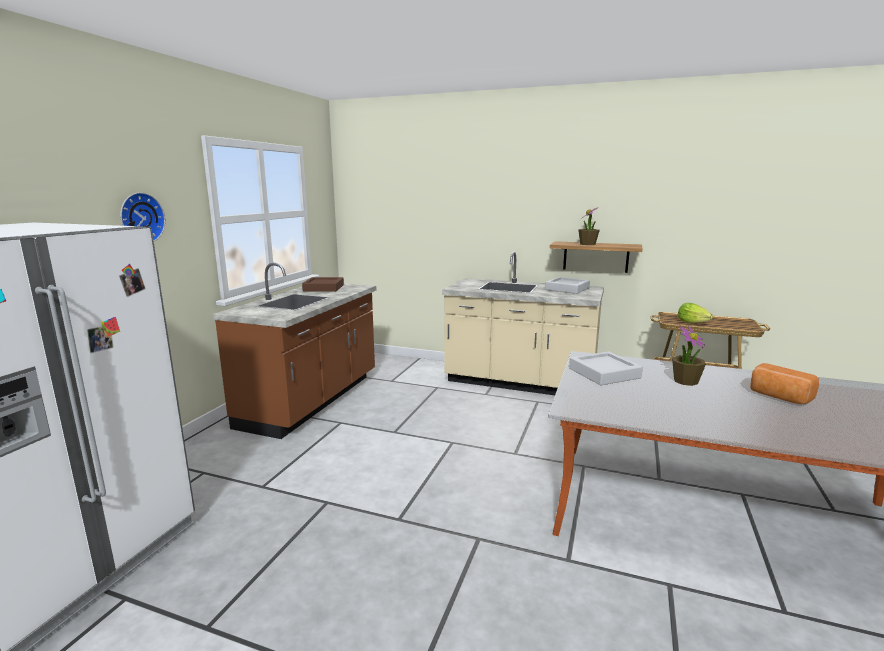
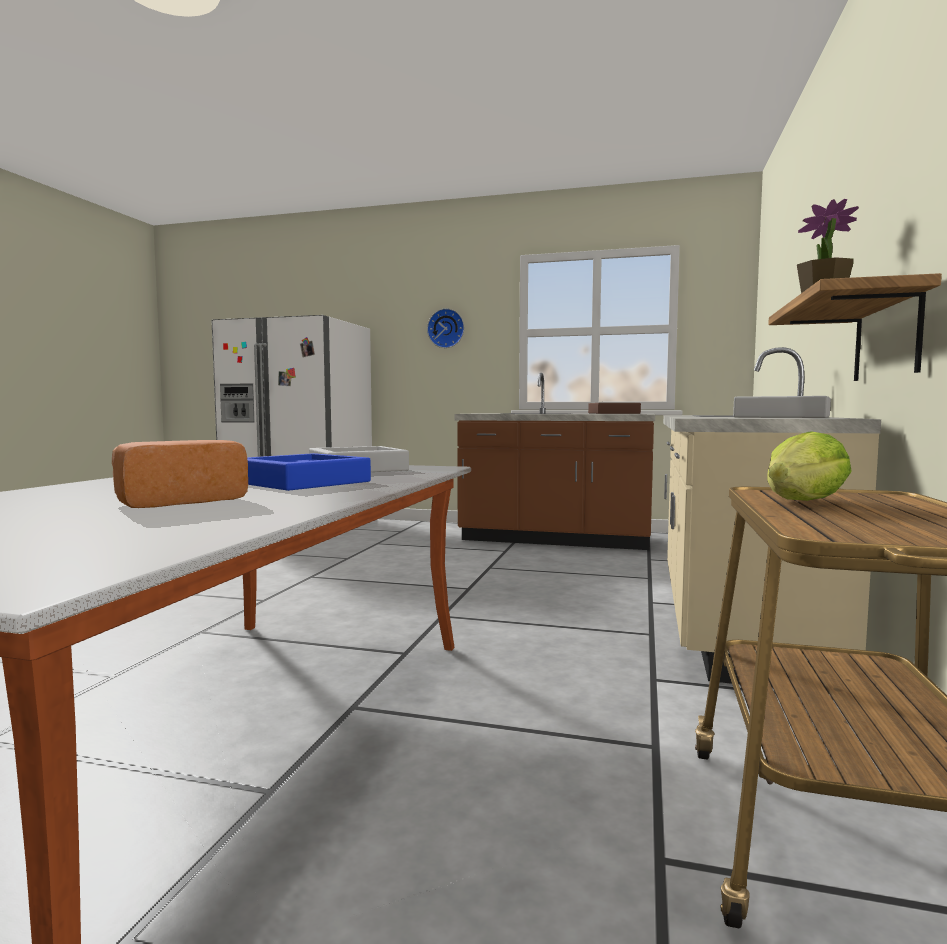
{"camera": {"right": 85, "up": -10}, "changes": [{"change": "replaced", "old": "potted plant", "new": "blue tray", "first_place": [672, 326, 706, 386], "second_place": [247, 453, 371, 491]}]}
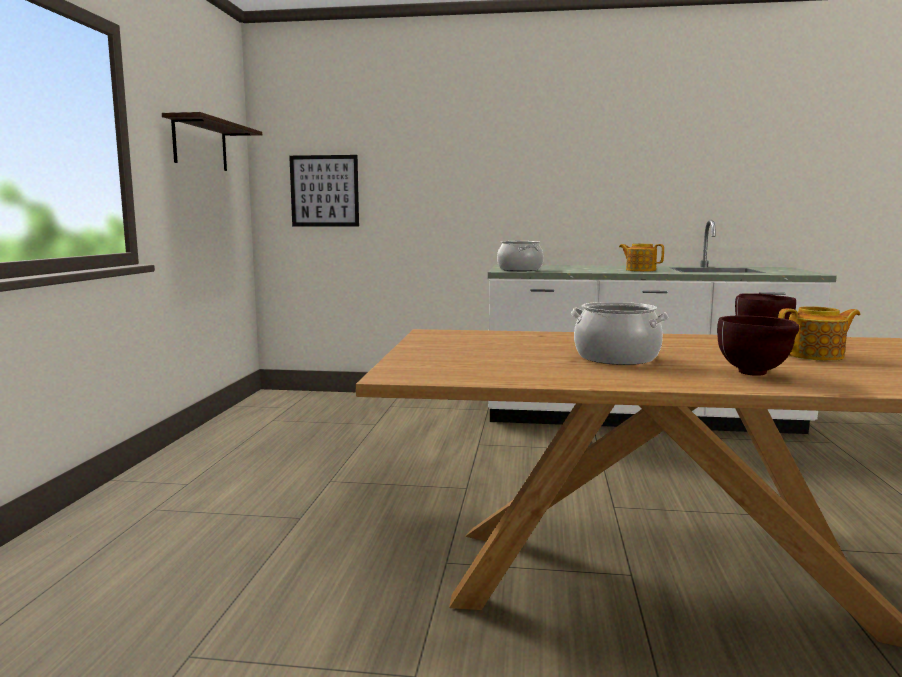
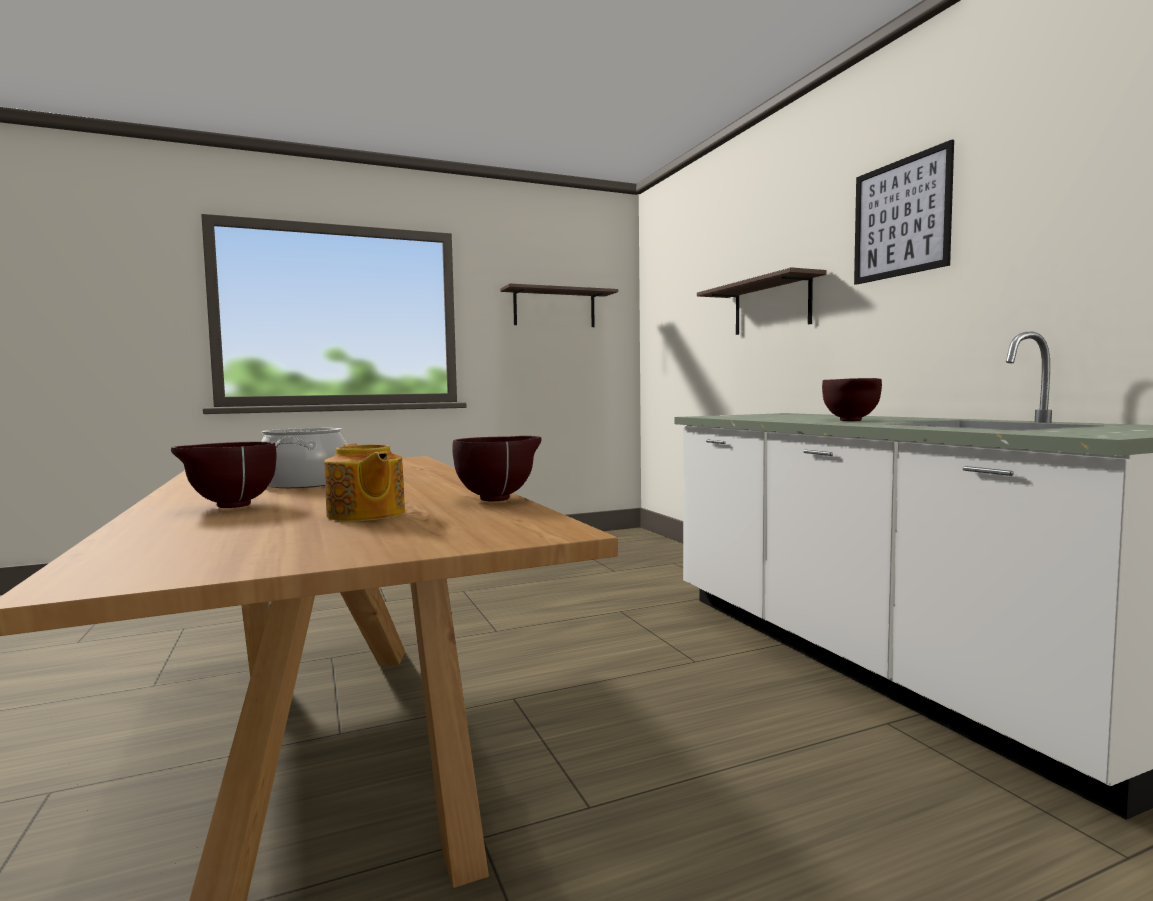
{"camera": {"right": 60, "up": -5}, "changes": [{"change": "moved", "old": "picture", "first_place": [289, 155, 359, 226], "second_place": [854, 140, 954, 285]}, {"change": "removed", "old": "cooking pot", "first_place": [497, 241, 544, 271]}, {"change": "replaced", "old": "teapot", "new": "brown bowl", "first_place": [619, 244, 664, 272], "second_place": [822, 378, 882, 421]}, {"change": "added", "new": "shelf", "second_place": [697, 267, 826, 335]}]}
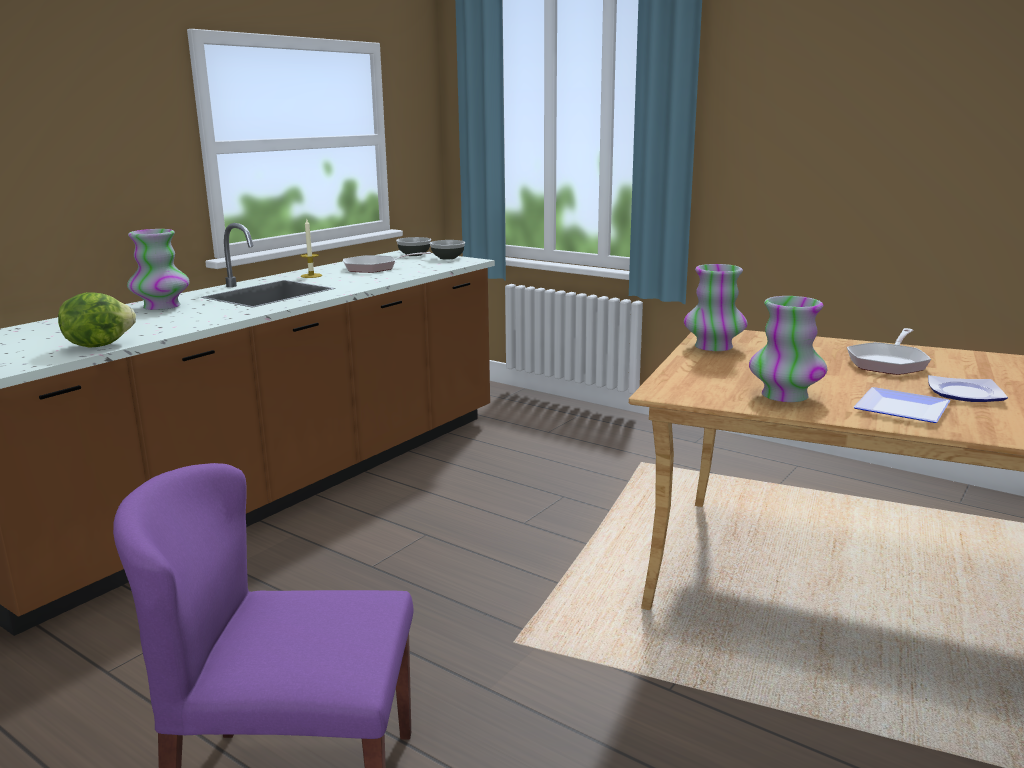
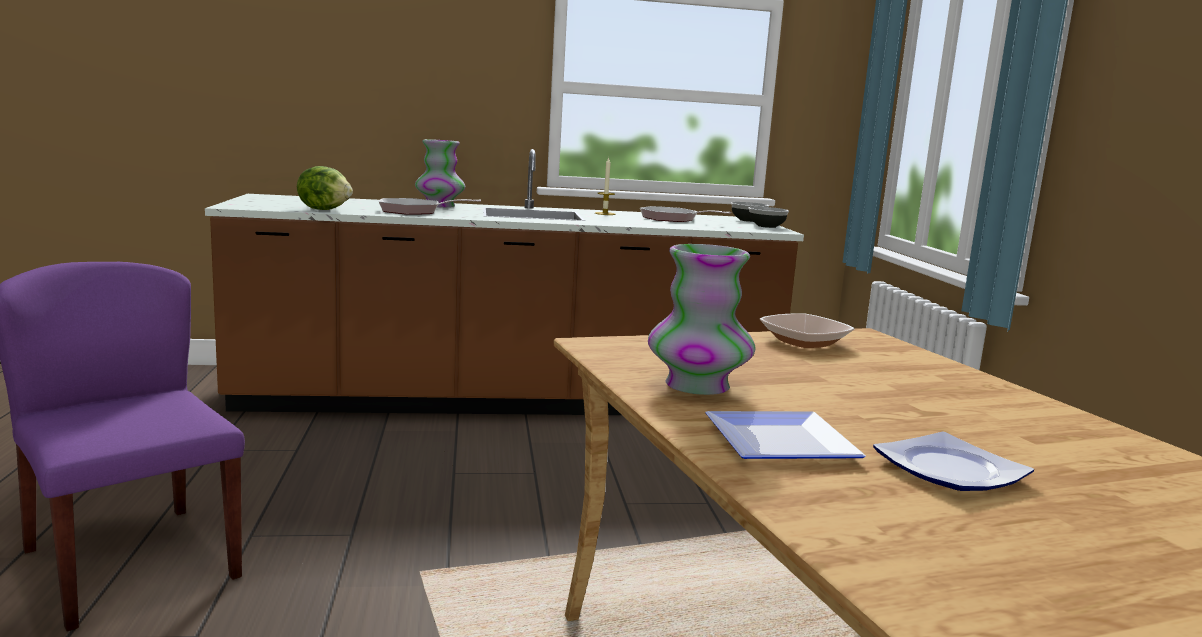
{"camera": {"right": 45, "up": -5}, "changes": [{"change": "replaced", "old": "vase", "new": "bowl", "first_place": [684, 264, 747, 351], "second_place": [760, 313, 855, 348]}, {"change": "moved", "old": "frying pan", "first_place": [847, 328, 931, 375], "second_place": [379, 198, 481, 215]}]}
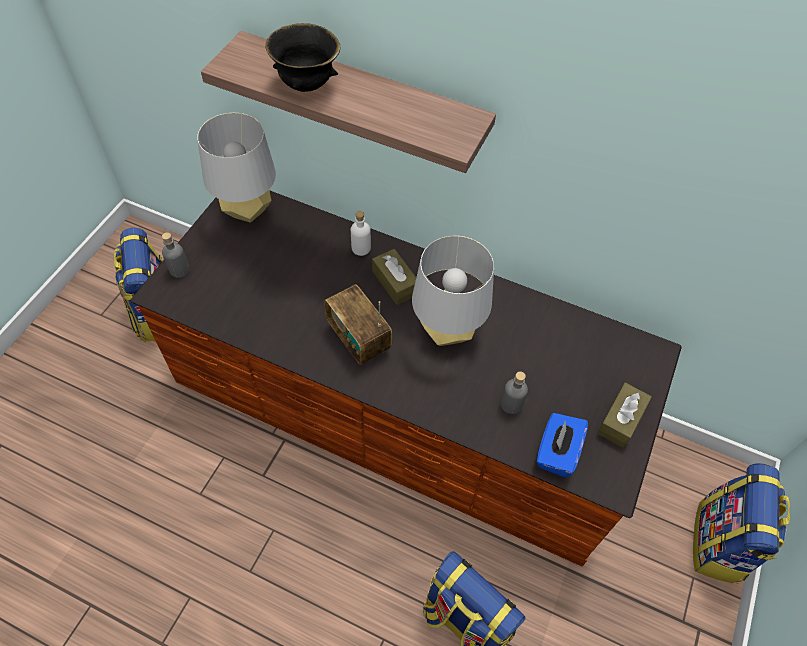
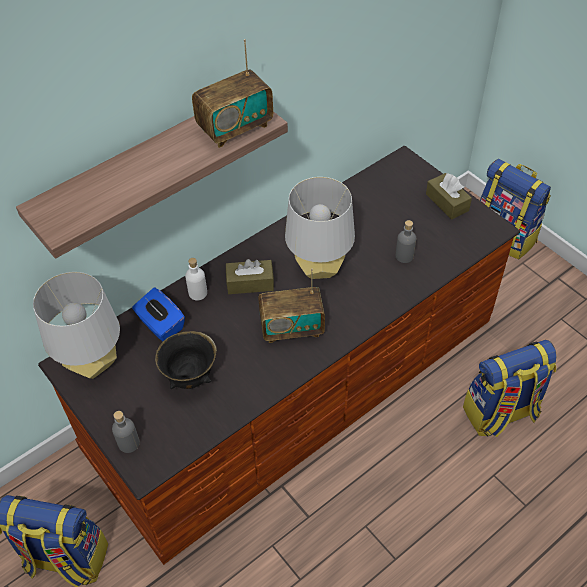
{"camera": {"right": -60, "up": -5}, "changes": [{"change": "moved", "old": "black bowl", "first_place": [265, 23, 341, 92], "second_place": [155, 331, 217, 389]}, {"change": "moved", "old": "blue tissue box", "first_place": [537, 413, 588, 477], "second_place": [132, 288, 185, 342]}, {"change": "added", "new": "radio", "second_place": [192, 39, 273, 148]}]}
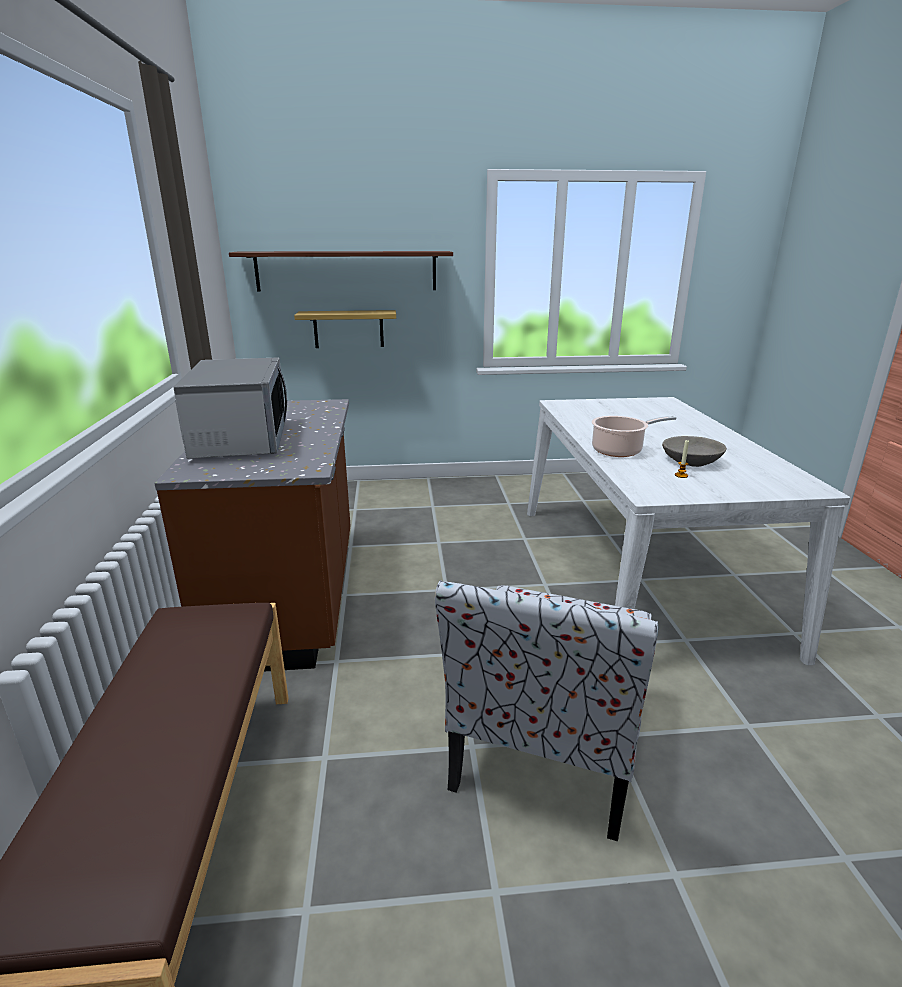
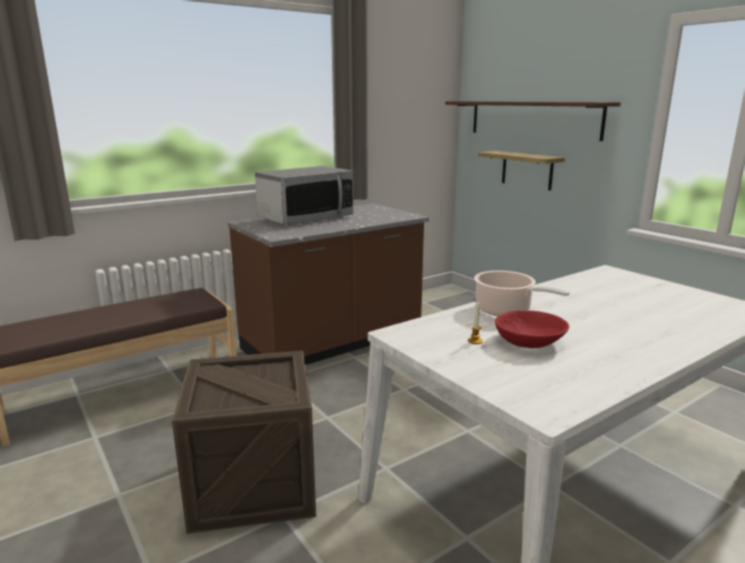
{"camera": {"right": 60, "up": -5}, "changes": [{"change": "recoloured", "old": "grey bowl", "new": "red bowl", "first_place": [662, 436, 727, 467], "second_place": [494, 310, 569, 348]}, {"change": "replaced", "old": "chair", "new": "crate", "first_place": [435, 580, 658, 841], "second_place": [172, 351, 316, 534]}]}
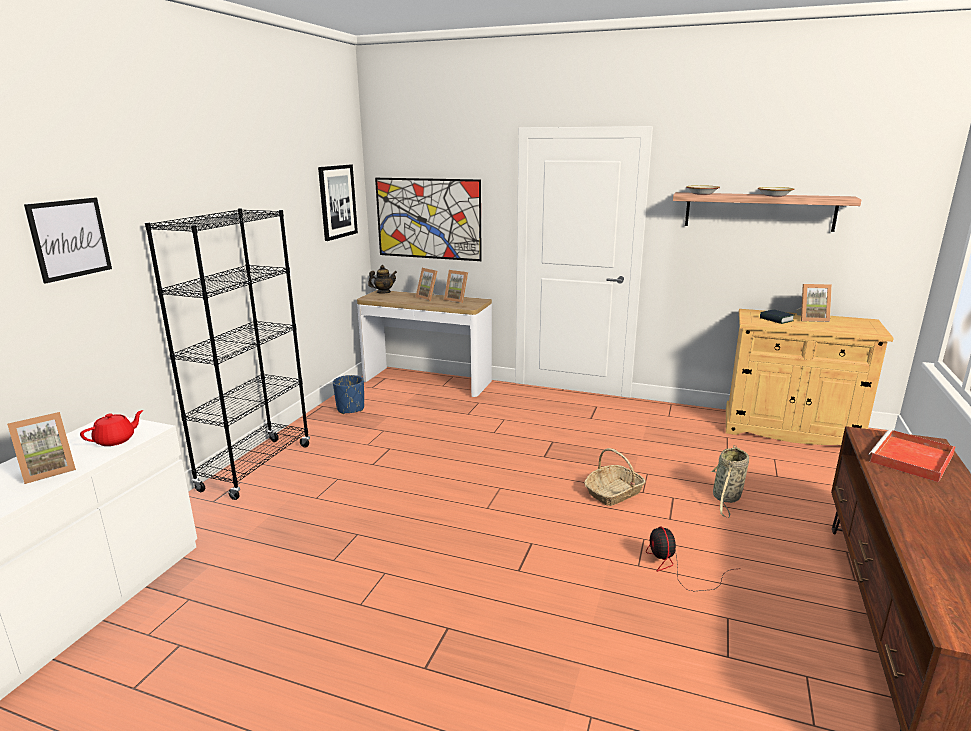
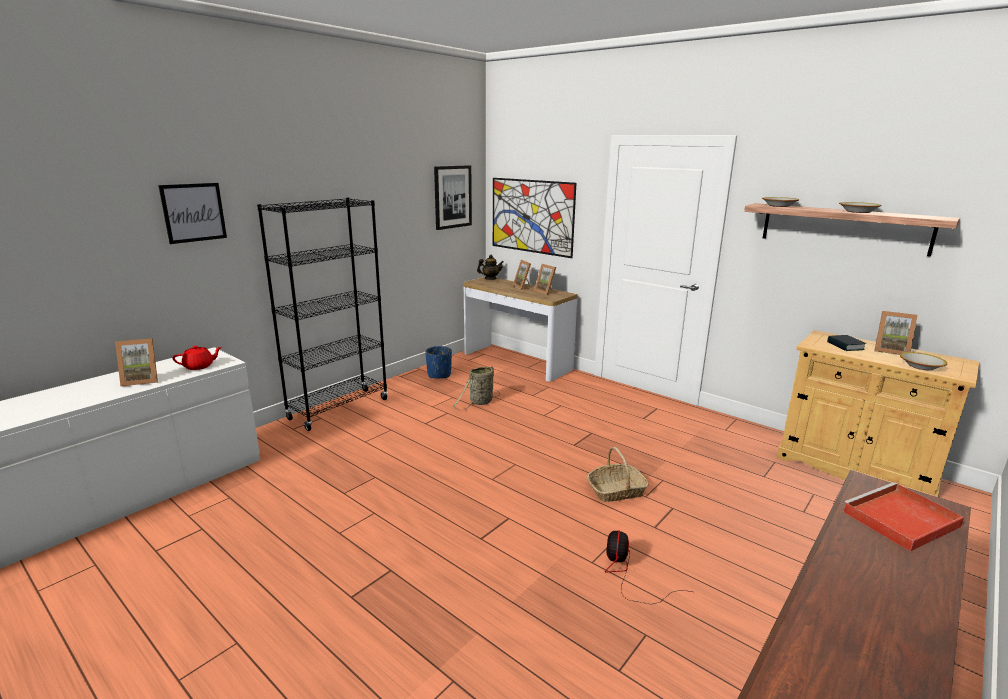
{"camera": {"right": 20, "up": 0}, "changes": [{"change": "moved", "old": "basket", "first_place": [710, 445, 749, 518], "second_place": [453, 366, 500, 411]}, {"change": "added", "new": "bowl", "second_place": [900, 352, 947, 370]}]}
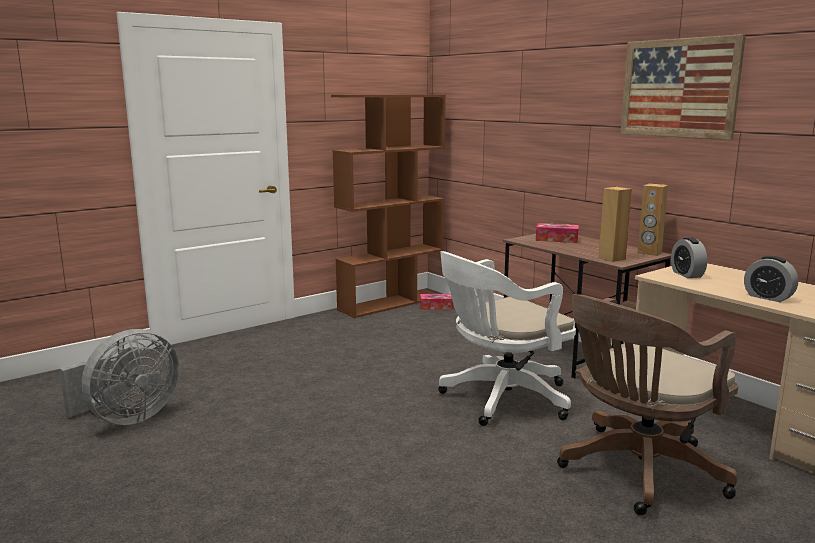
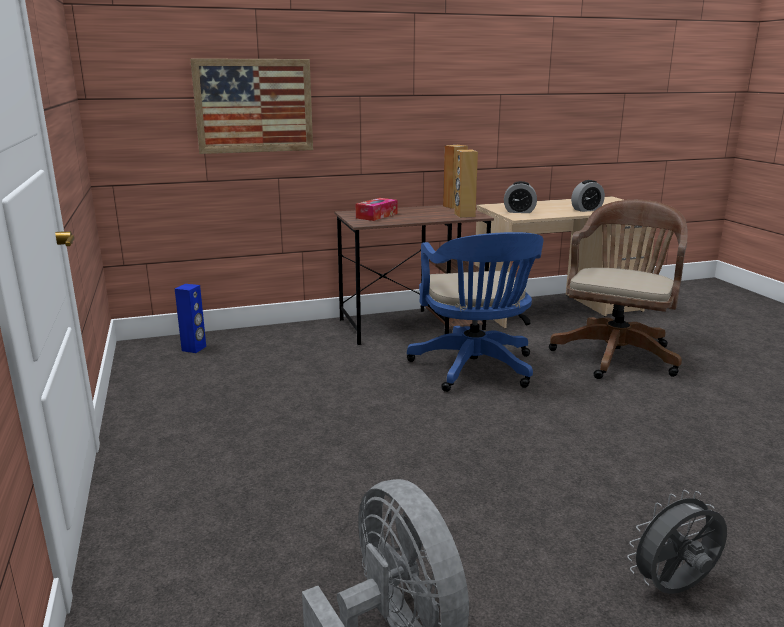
{"camera": {"right": -70, "up": 5}, "changes": [{"change": "moved", "old": "picture", "first_place": [621, 34, 746, 140], "second_place": [190, 58, 313, 154]}, {"change": "removed", "old": "brown bookcase", "first_place": [331, 95, 446, 318]}, {"change": "recoloured", "old": "white office chair", "new": "blue office chair", "first_place": [438, 251, 576, 426], "second_place": [407, 232, 544, 392]}, {"change": "replaced", "old": "tissue box", "new": "blue speaker", "first_place": [420, 294, 454, 310], "second_place": [175, 284, 206, 353]}, {"change": "turned", "old": "brown office chair", "first_place": [557, 294, 738, 515], "second_place": [549, 200, 688, 379], "degrees": -135}, {"change": "added", "new": "grey fan", "second_place": [627, 490, 727, 594]}]}
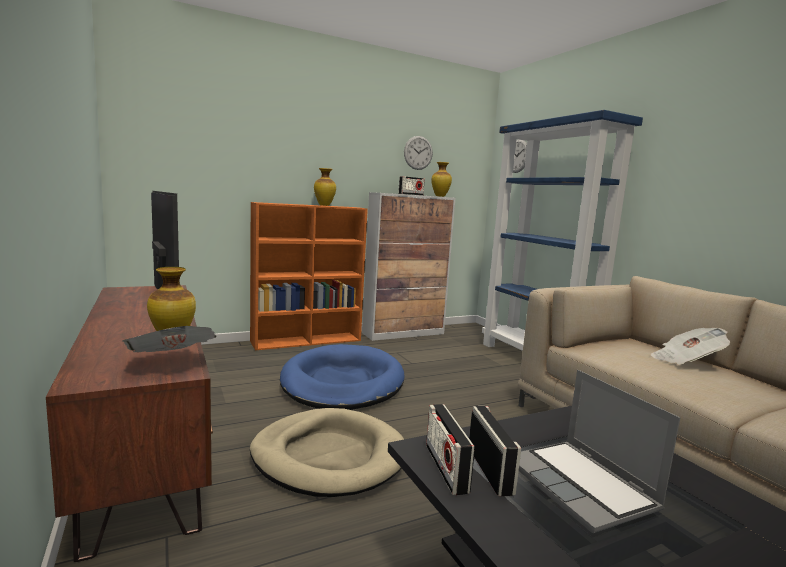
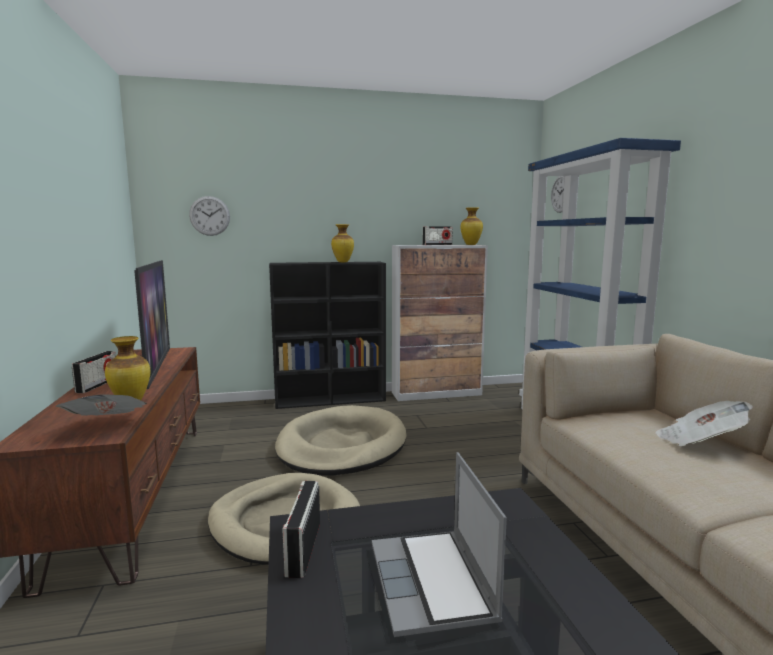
{"camera": {"right": 15, "up": 0}, "changes": [{"change": "moved", "old": "wall clock", "first_place": [404, 136, 433, 170], "second_place": [189, 196, 230, 236]}, {"change": "recoloured", "old": "orange bookcase", "new": "black bookcase", "first_place": [250, 202, 368, 350], "second_place": [269, 262, 386, 409]}, {"change": "recoloured", "old": "blue dog bed", "new": "beige dog bed", "first_place": [280, 344, 405, 410], "second_place": [275, 405, 407, 476]}, {"change": "moved", "old": "radio", "first_place": [469, 406, 521, 496], "second_place": [72, 351, 116, 393]}]}
